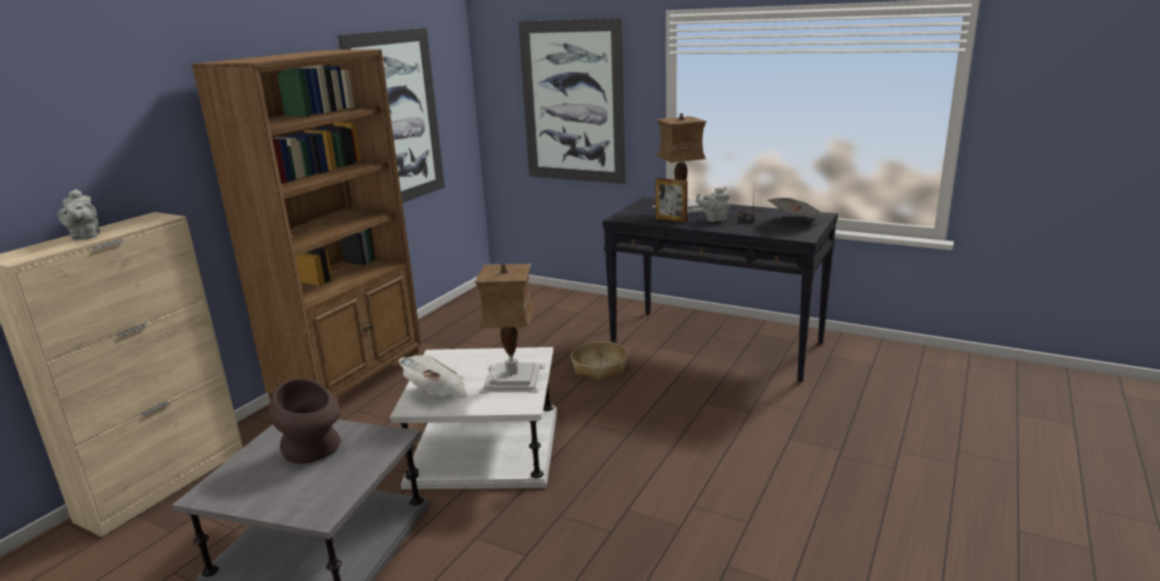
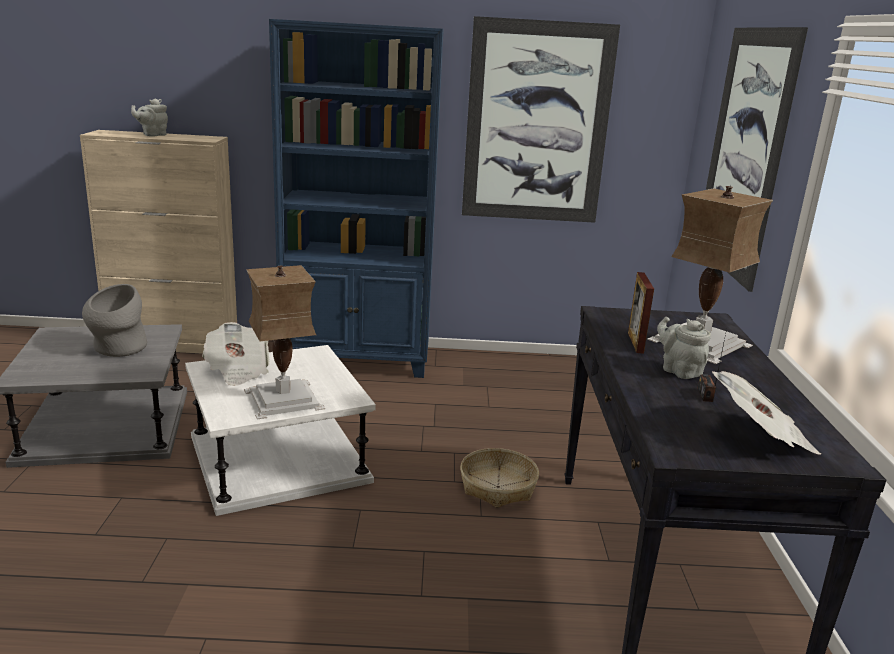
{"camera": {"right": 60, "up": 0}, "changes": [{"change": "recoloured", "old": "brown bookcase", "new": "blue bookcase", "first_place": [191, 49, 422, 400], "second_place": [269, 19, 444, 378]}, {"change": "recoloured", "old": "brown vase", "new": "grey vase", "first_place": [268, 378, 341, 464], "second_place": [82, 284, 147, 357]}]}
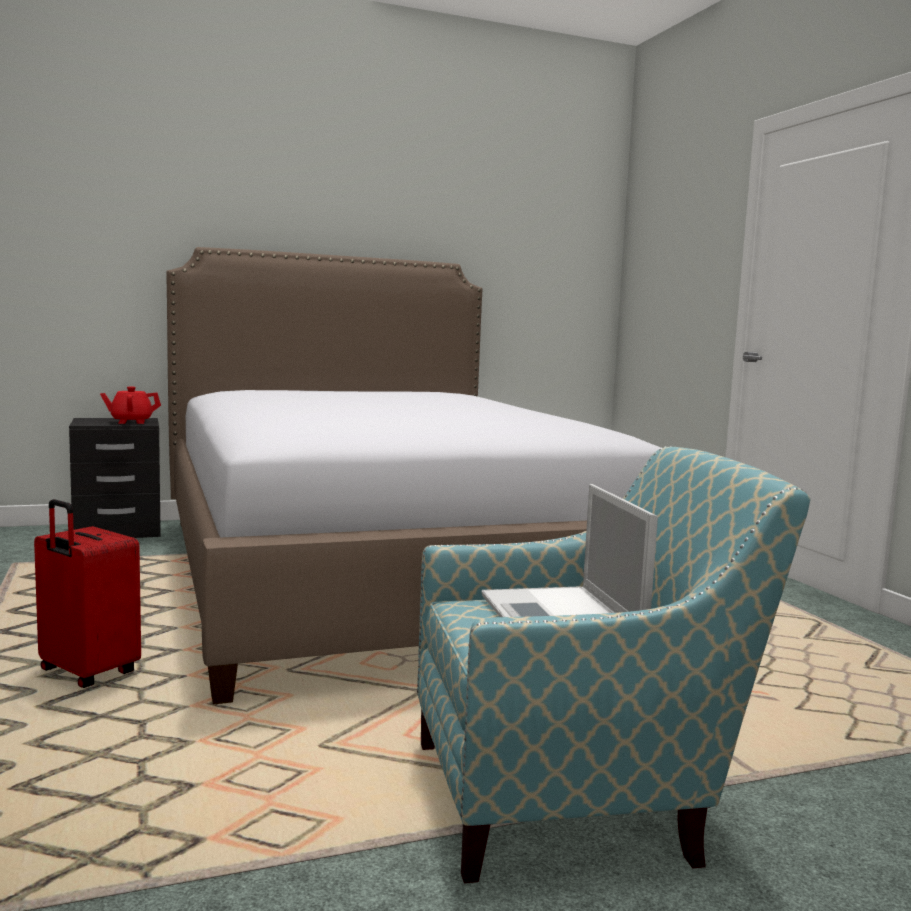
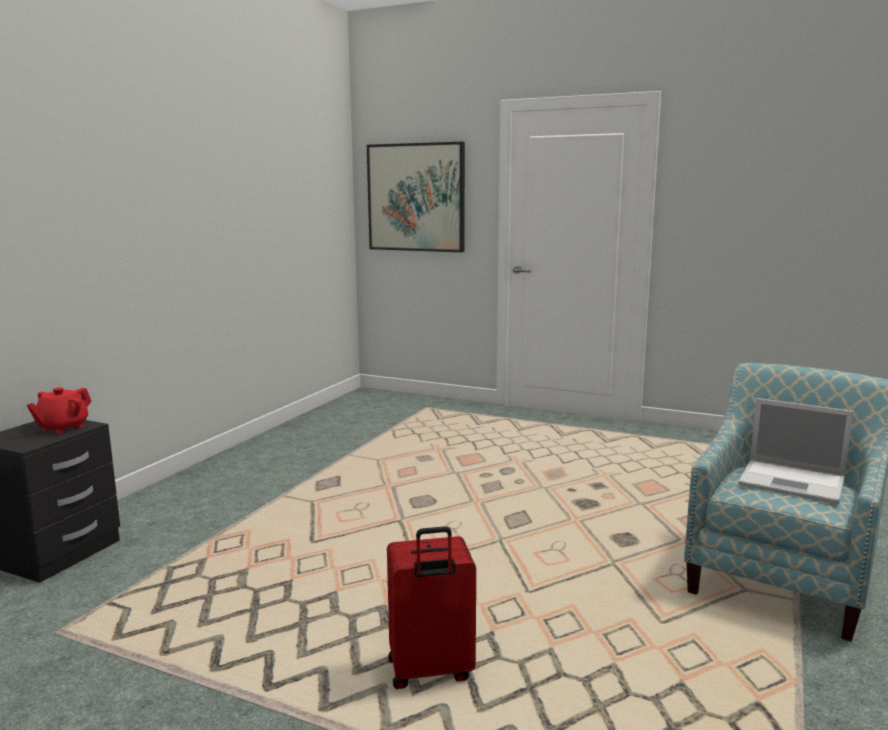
{"camera": {"right": -45, "up": 5}, "changes": [{"change": "removed", "old": "bed", "first_place": [166, 247, 661, 705]}, {"change": "added", "new": "picture", "second_place": [367, 142, 465, 252]}]}
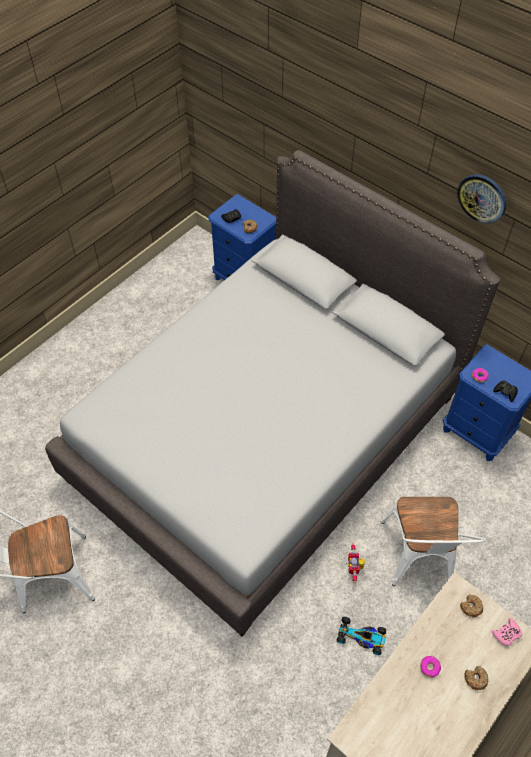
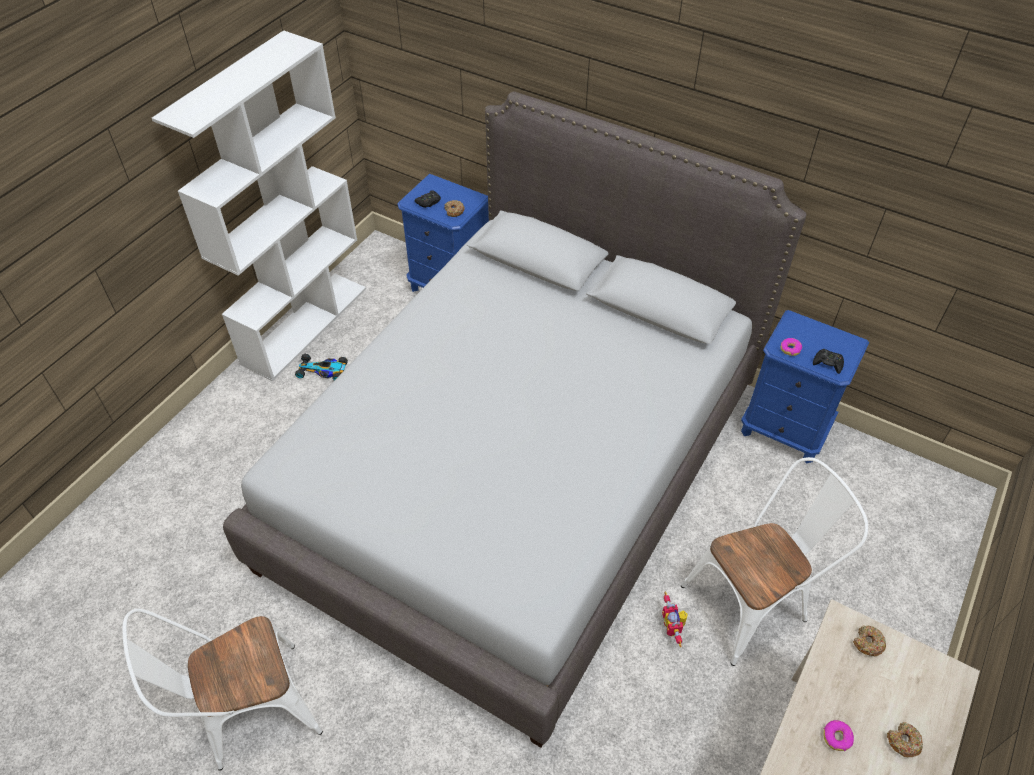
{"camera": {"right": -10, "up": -5}, "changes": [{"change": "removed", "old": "wall clock", "first_place": [457, 174, 506, 223]}, {"change": "turned", "old": "white chair", "first_place": [381, 497, 486, 586], "second_place": [681, 457, 868, 666], "degrees": -105}, {"change": "moved", "old": "toy car", "first_place": [337, 617, 386, 655], "second_place": [295, 354, 348, 380]}, {"change": "removed", "old": "pink game controller", "first_place": [492, 618, 522, 646]}, {"change": "added", "new": "white bookcase", "second_place": [152, 30, 366, 381]}]}
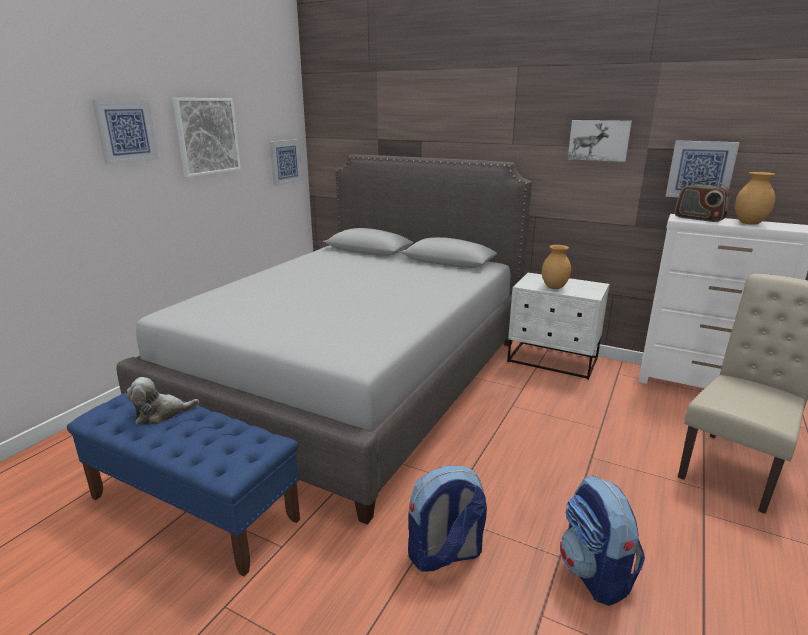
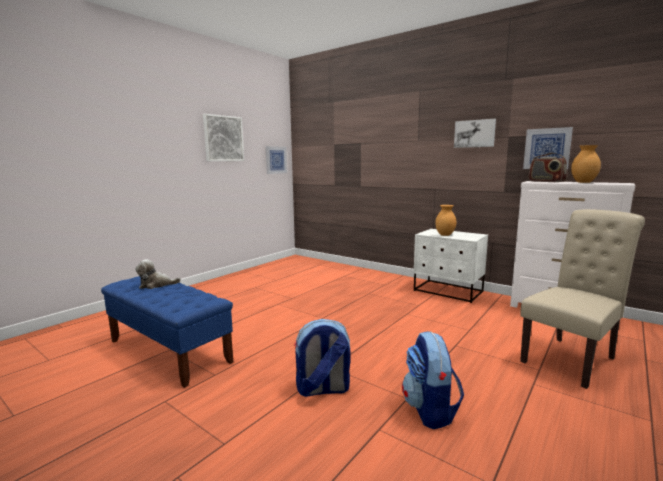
{"camera": {"right": 10, "up": -10}, "changes": [{"change": "removed", "old": "picture", "first_place": [92, 100, 158, 165]}, {"change": "removed", "old": "grey bed", "first_place": [116, 154, 532, 525]}]}
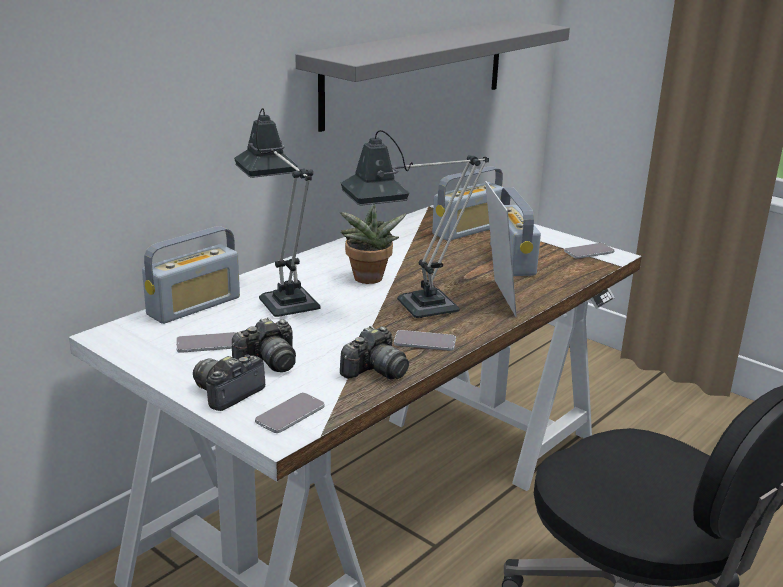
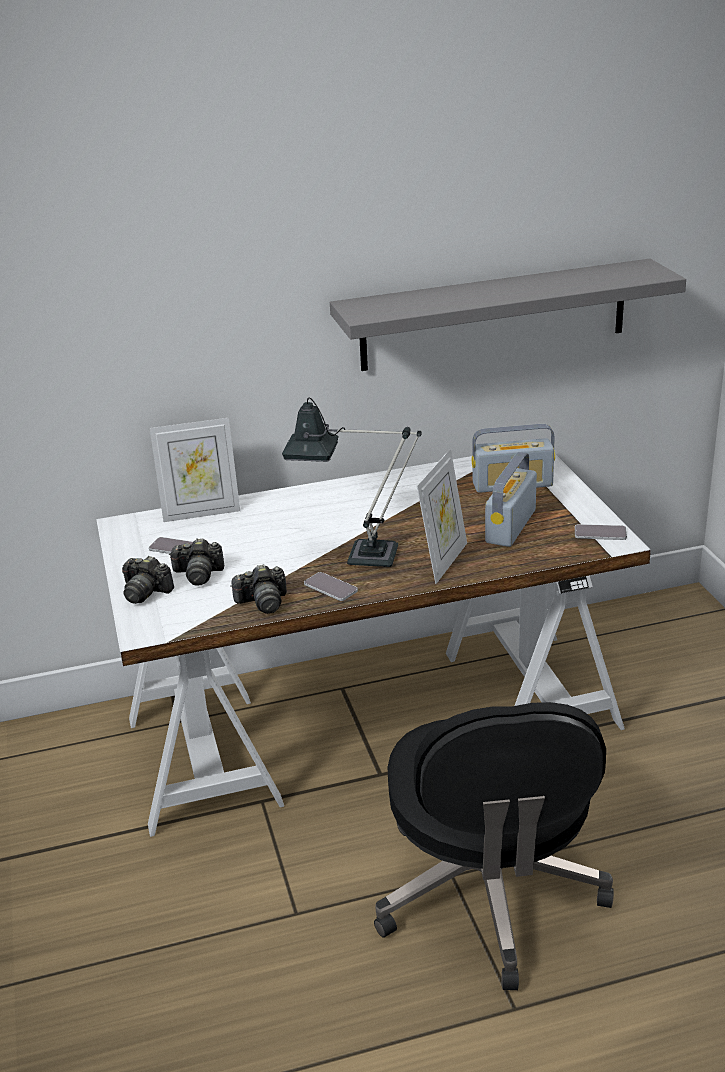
{"camera": {"right": 35, "up": 5}, "changes": [{"change": "removed", "old": "table lamp", "first_place": [234, 108, 321, 317]}, {"change": "removed", "old": "potted plant", "first_place": [340, 204, 407, 284]}, {"change": "replaced", "old": "radio", "new": "picture frame", "first_place": [142, 226, 240, 324], "second_place": [150, 418, 240, 522]}, {"change": "turned", "old": "photo camera", "first_place": [193, 355, 265, 411], "second_place": [122, 556, 174, 604], "degrees": -135}, {"change": "removed", "old": "phone", "first_place": [255, 393, 325, 433]}]}
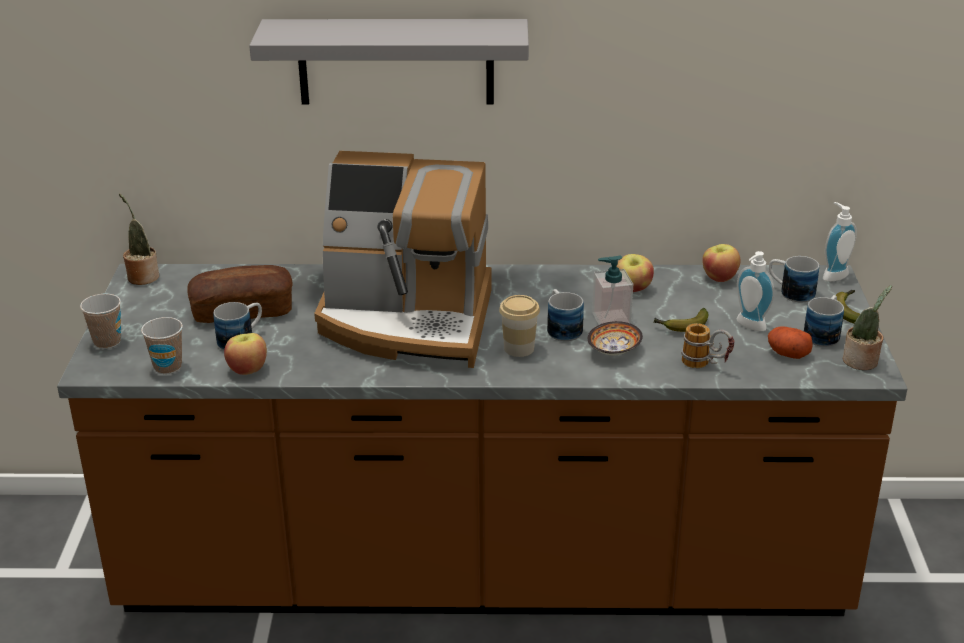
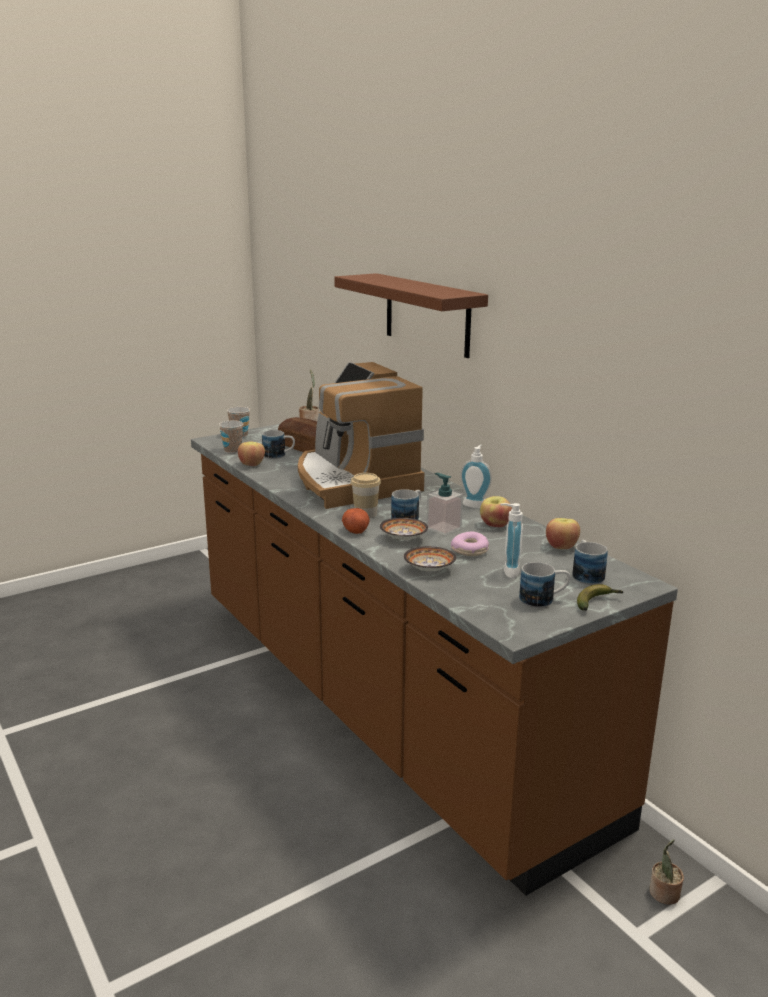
{"camera": {"right": 55, "up": -10}, "changes": [{"change": "recoloured", "old": "grey shelf", "new": "brown shelf", "first_place": [249, 19, 529, 105], "second_place": [334, 273, 488, 358]}, {"change": "moved", "old": "soap dispenser", "first_place": [823, 202, 857, 282], "second_place": [460, 445, 492, 508]}, {"change": "moved", "old": "potted plant", "first_place": [843, 285, 892, 370], "second_place": [650, 839, 684, 905]}, {"change": "replaced", "old": "banana", "new": "donut", "first_place": [654, 308, 709, 332], "second_place": [451, 532, 489, 556]}, {"change": "replaced", "old": "mug", "new": "bowl", "first_place": [682, 323, 734, 368], "second_place": [404, 546, 456, 571]}, {"change": "moved", "old": "potato", "first_place": [768, 326, 813, 359], "second_place": [342, 508, 370, 534]}]}
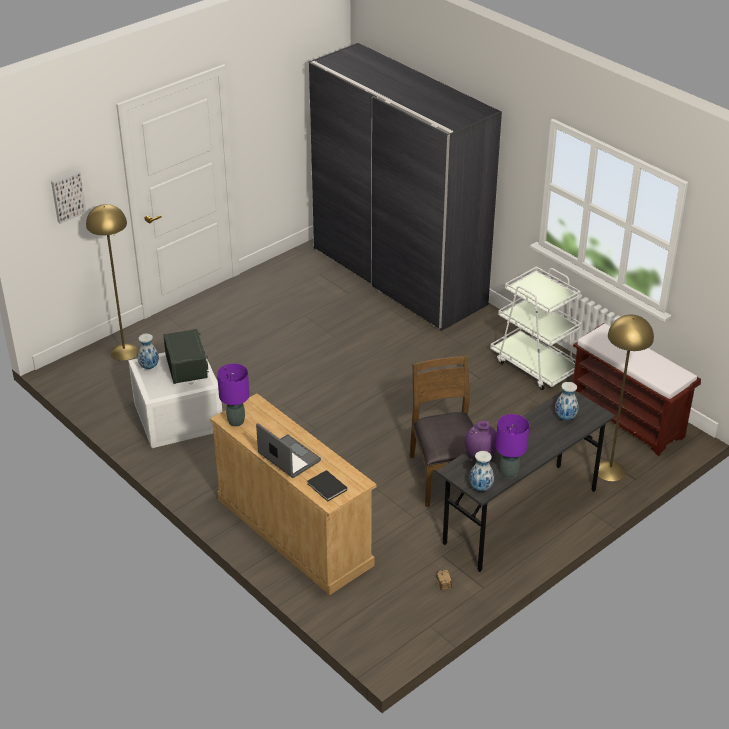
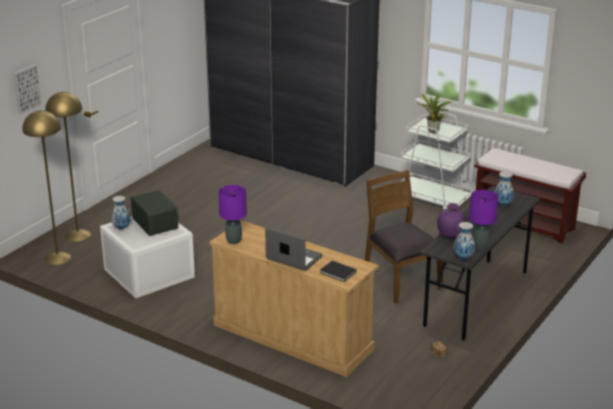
{"camera": {"right": -15, "up": -10}, "changes": [{"change": "moved", "old": "yellow floor lamp", "first_place": [598, 315, 654, 481], "second_place": [22, 110, 71, 265]}, {"change": "added", "new": "potted plant", "second_place": [415, 94, 451, 133]}]}
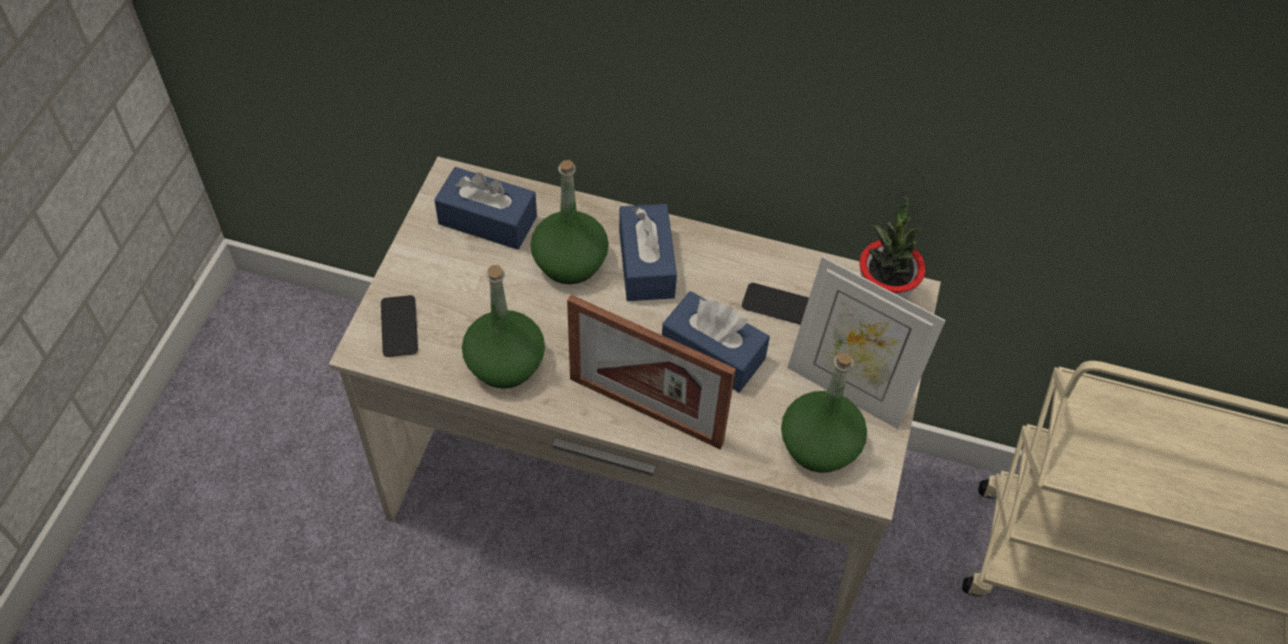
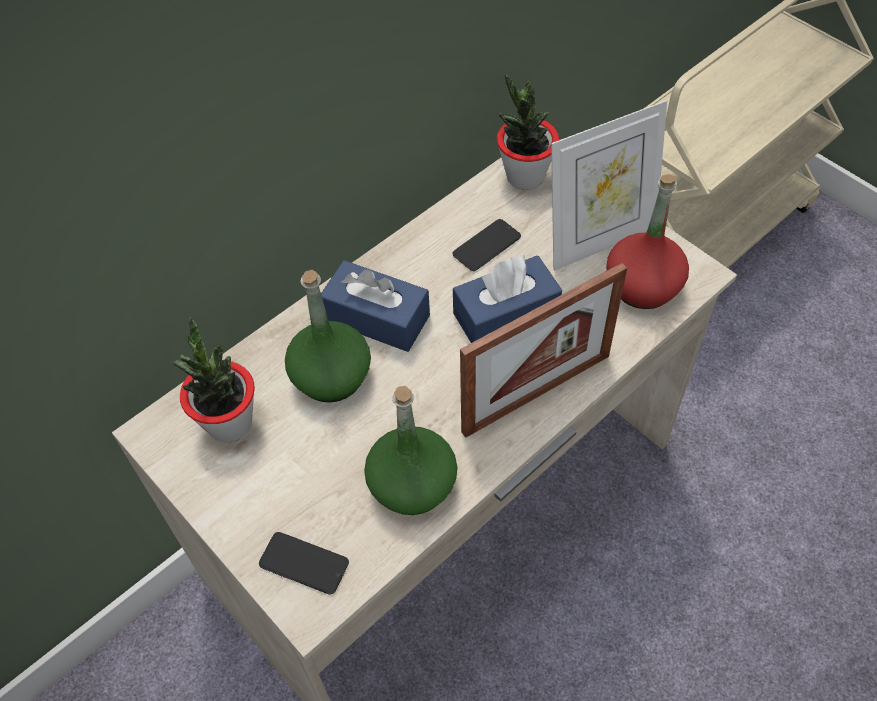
{"camera": {"right": -55, "up": 0}, "changes": [{"change": "replaced", "old": "blue tissue box", "new": "potted plant", "first_place": [434, 167, 537, 250], "second_place": [172, 317, 255, 442]}, {"change": "recoloured", "old": "green bottle", "new": "red bottle", "first_place": [781, 353, 867, 473], "second_place": [606, 174, 689, 309]}]}
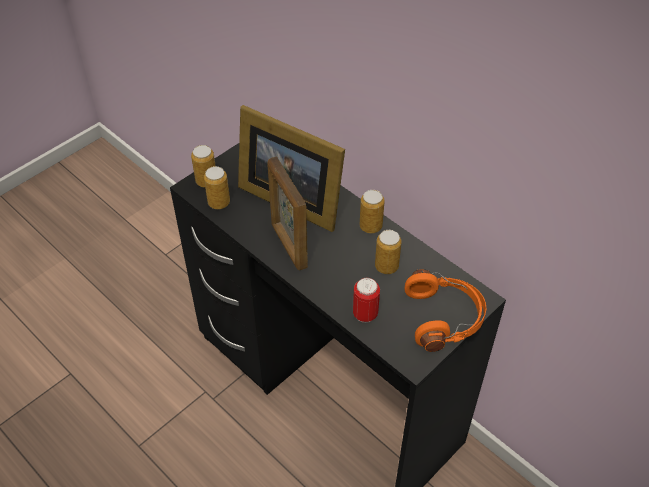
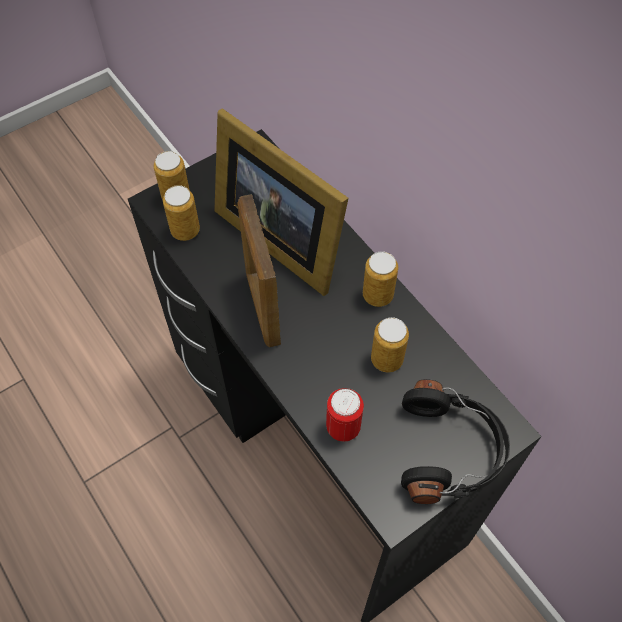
{"camera": {"right": 10, "up": 10}, "changes": [{"change": "recoloured", "old": "orange headphones", "new": "black headphones", "first_place": [404, 269, 487, 352], "second_place": [401, 379, 510, 504]}]}
